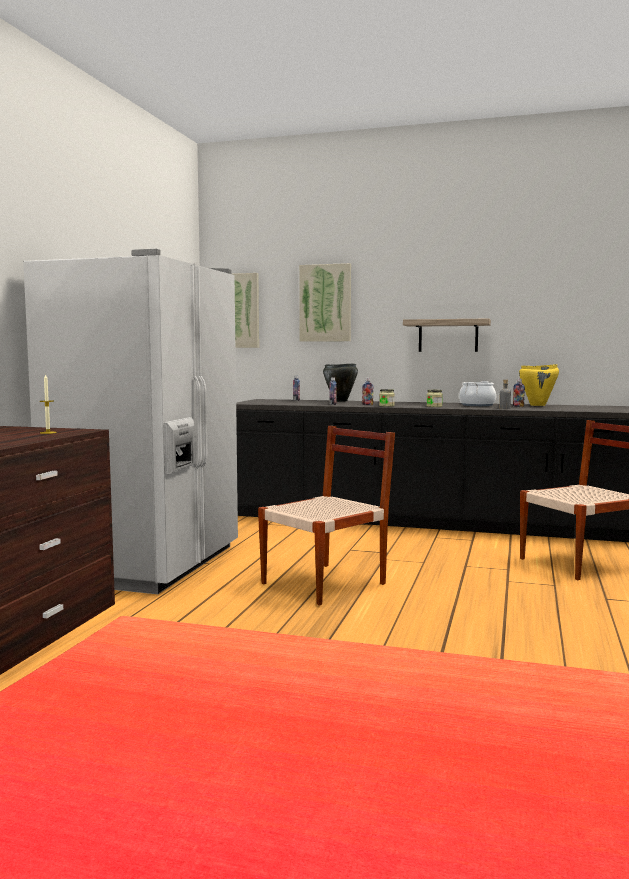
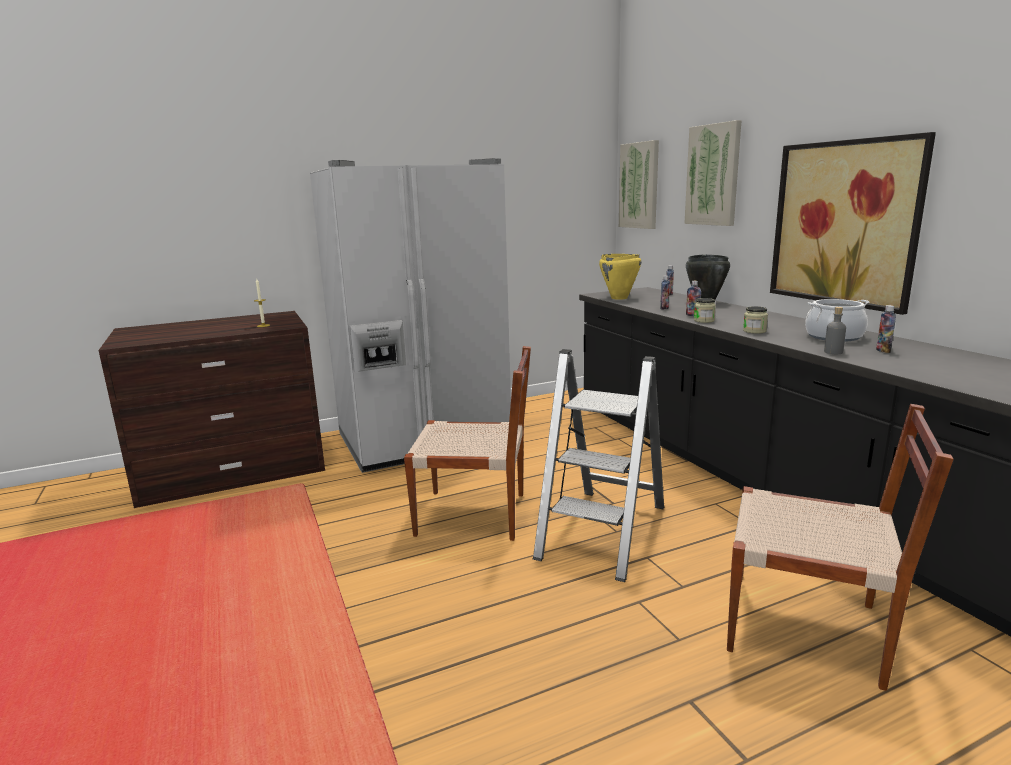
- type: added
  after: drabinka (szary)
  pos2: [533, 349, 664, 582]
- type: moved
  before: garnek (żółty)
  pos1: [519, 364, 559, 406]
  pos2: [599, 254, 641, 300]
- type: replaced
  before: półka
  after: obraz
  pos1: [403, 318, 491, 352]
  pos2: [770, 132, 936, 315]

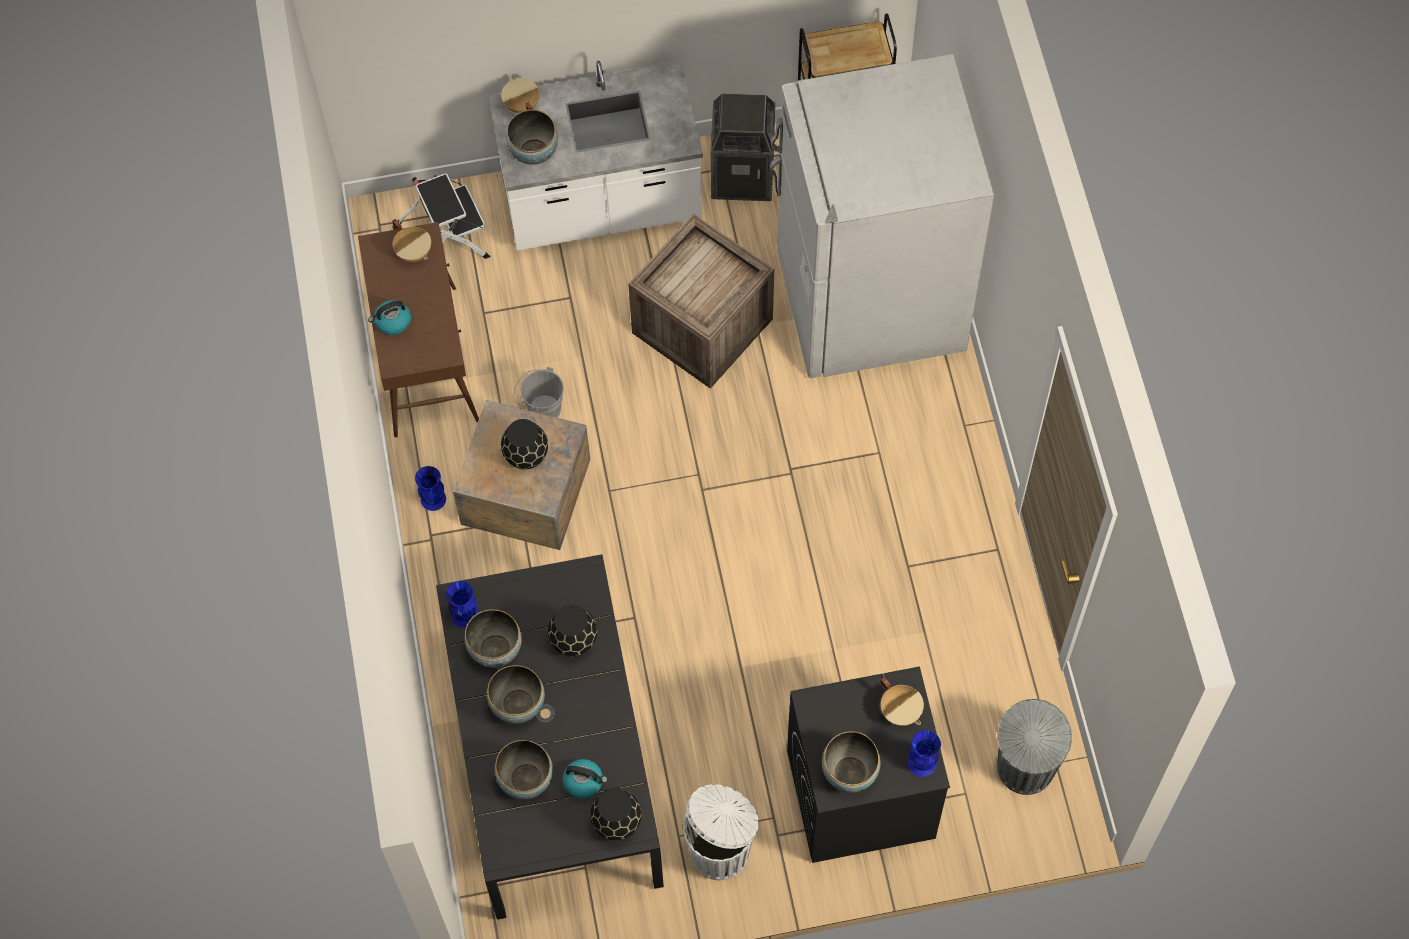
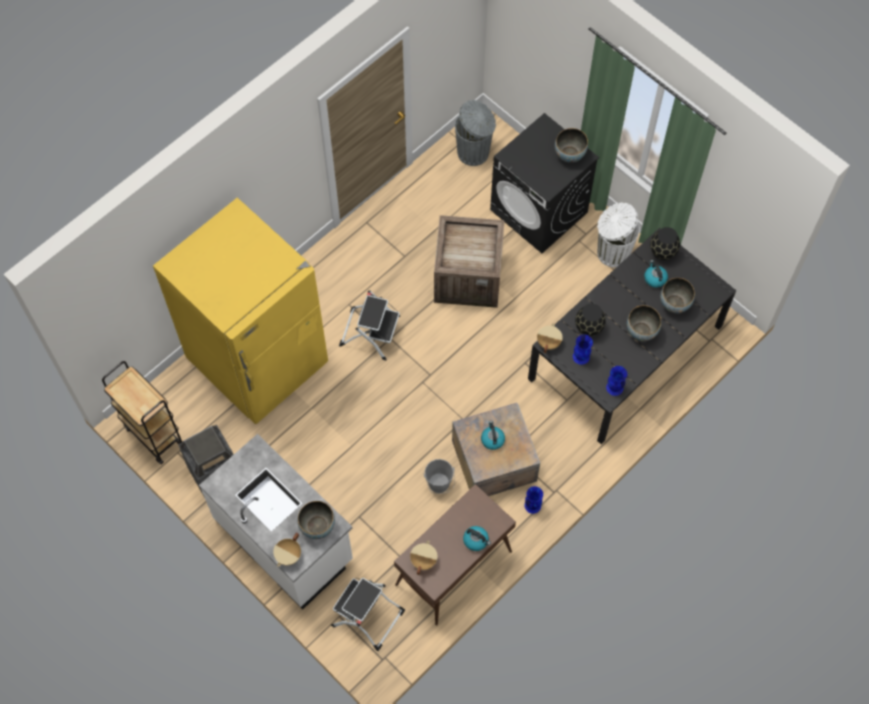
- type: recoloured
  before: lodówka (biały)
  after: lodówka (żółty)
  pos1: [770, 54, 994, 378]
  pos2: [153, 197, 328, 424]
- type: added
  after: drabinka
  pos2: [339, 290, 400, 360]
- type: moved
  before: skrzynka
  pos1: [628, 214, 774, 389]
  pos2: [434, 215, 505, 308]
- type: replaced
  before: wazon (czarny)
  after: czajnik
  pos1: [501, 419, 548, 470]
  pos2: [481, 421, 505, 450]
- type: moved
  before: garnek (beżowy)
  pos1: [880, 677, 924, 726]
  pos2: [537, 323, 563, 353]
- type: moved
  before: wazon (niebieski)
  pos1: [908, 730, 941, 777]
  pos2: [573, 334, 593, 365]
- type: removed
  before: miska
  pos1: [464, 609, 522, 668]

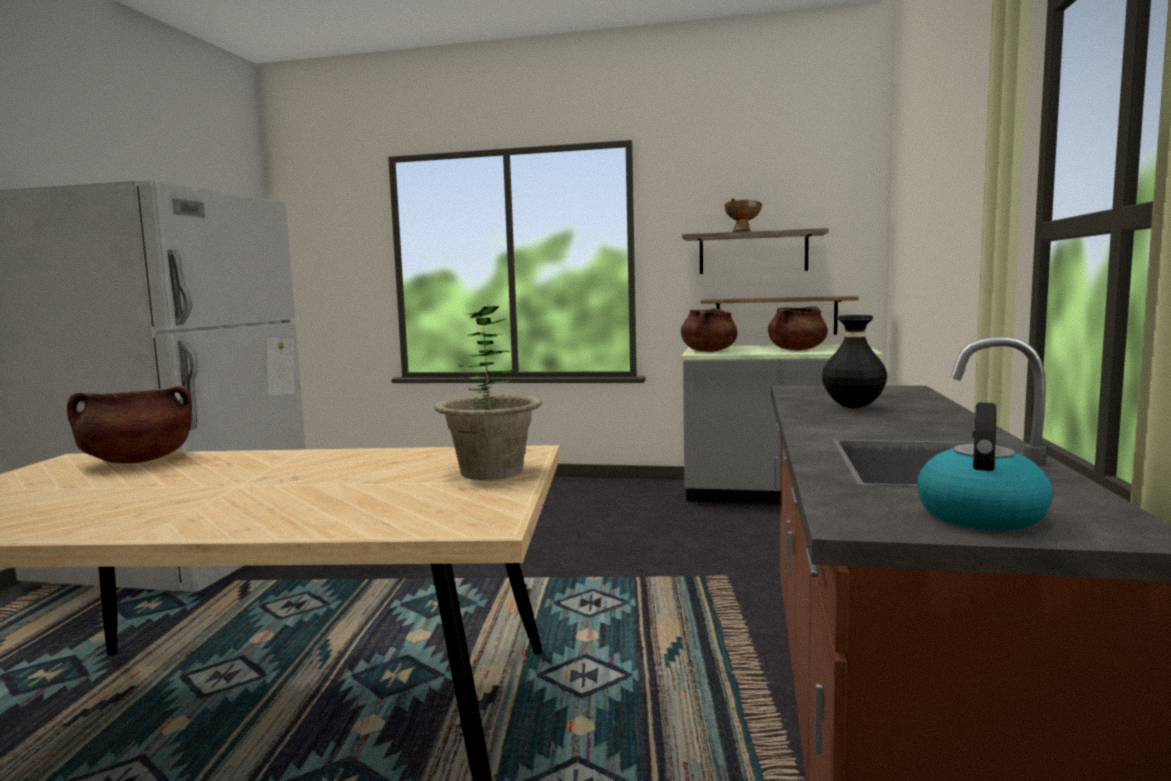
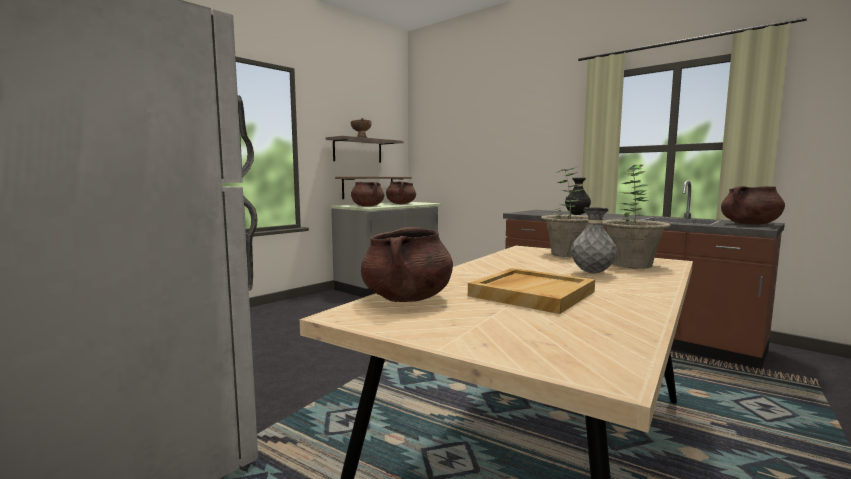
- type: added
  after: taca (beżowy)
  pos2: [468, 268, 595, 314]
- type: added
  after: wazon (szary)
  pos2: [571, 207, 617, 274]
- type: added
  after: roślina doniczkowa
  pos2: [602, 165, 671, 269]
- type: replaced
  before: czajnik
  after: garnek (brązowy)
  pos1: [917, 402, 1053, 530]
  pos2: [721, 186, 785, 225]

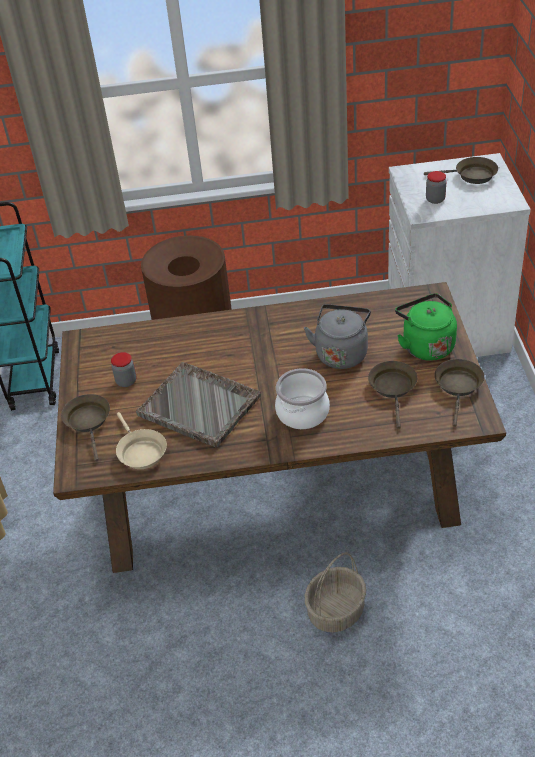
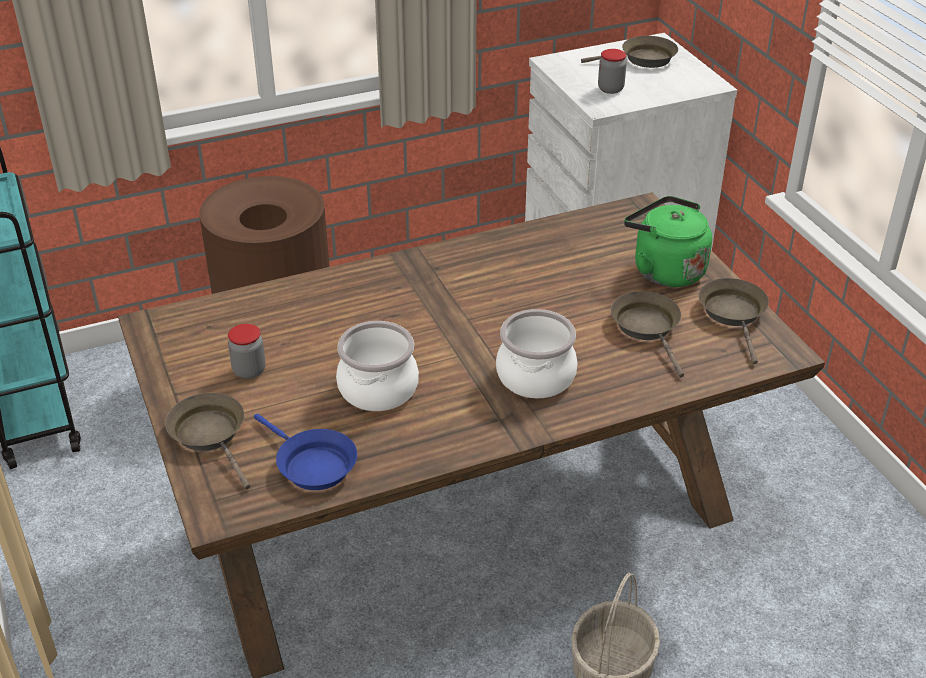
- type: recoloured
  before: patelnia (beżowy)
  after: patelnia (niebieski)
  pos1: [116, 412, 167, 469]
  pos2: [254, 414, 357, 490]
- type: replaced
  before: taca (szary)
  after: garnek
  pos1: [136, 362, 261, 448]
  pos2: [336, 321, 419, 411]
- type: removed
  before: czajnik (szary)
  pos1: [304, 304, 371, 369]

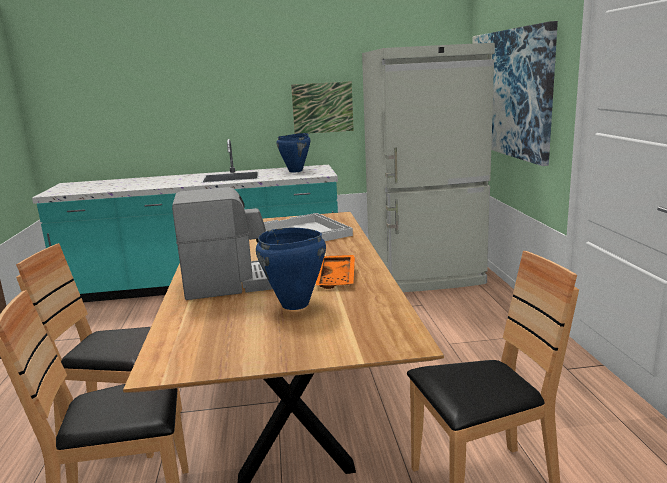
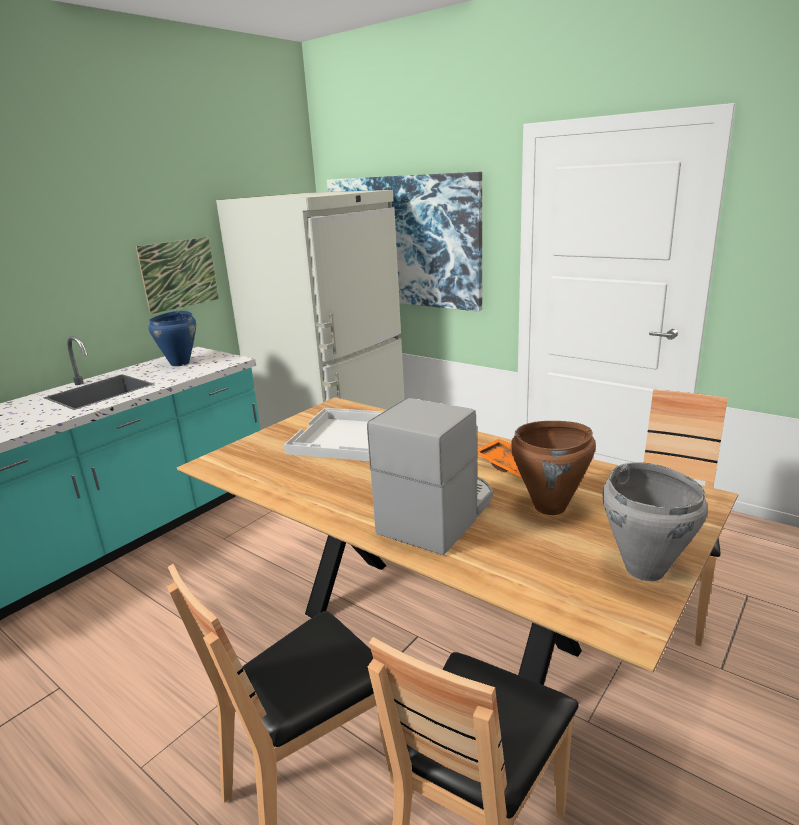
- type: recoloured
  before: garnek (niebieski)
  after: garnek (brązowy)
  pos1: [256, 228, 326, 310]
  pos2: [511, 421, 596, 515]
- type: added
  after: garnek (szary)
  pos2: [602, 462, 708, 581]

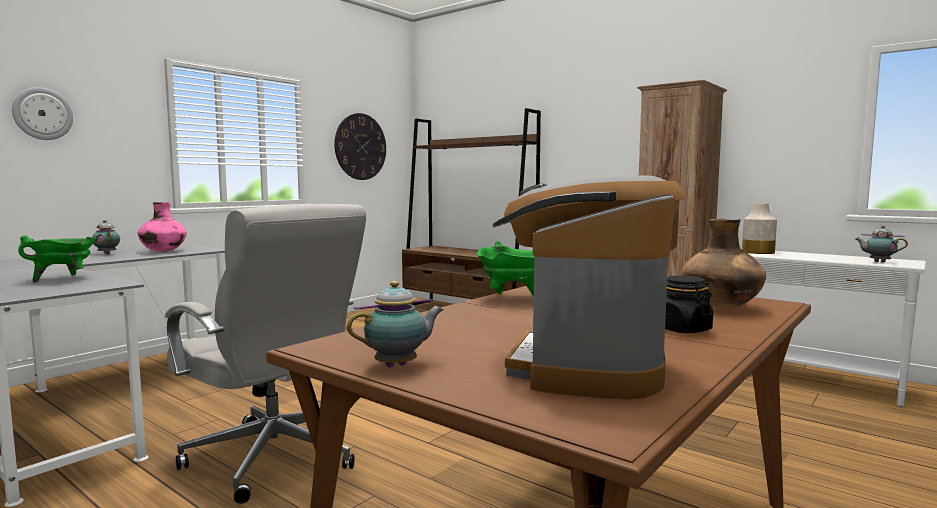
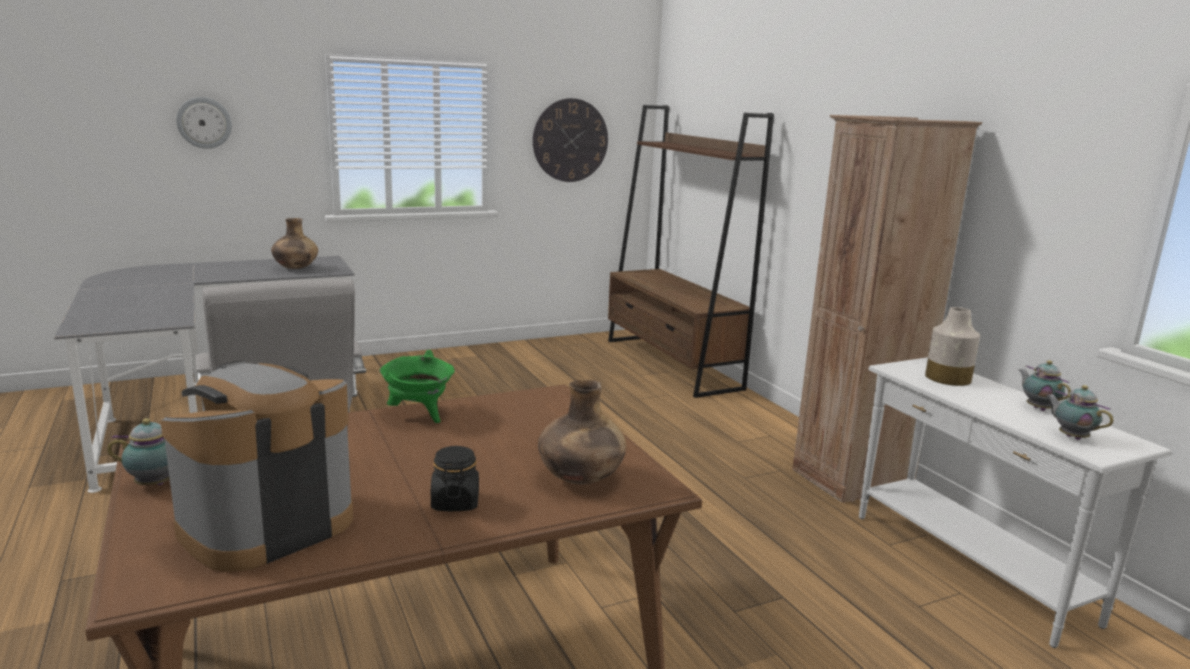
- type: recoloured
  before: wazon (różowy)
  after: wazon (brązowy)
  pos1: [138, 202, 187, 252]
  pos2: [271, 218, 318, 269]
- type: moved
  before: imbryk
  pos1: [92, 220, 120, 254]
  pos2: [1019, 360, 1071, 411]
- type: removed
  before: garnek (zielony)
  pos1: [18, 235, 96, 283]

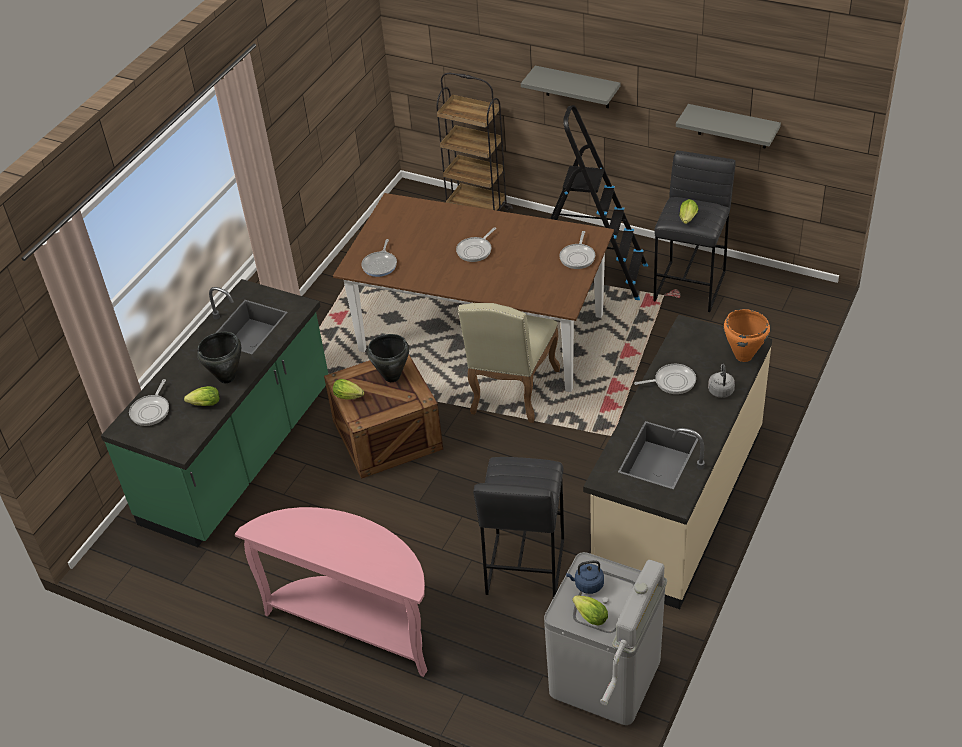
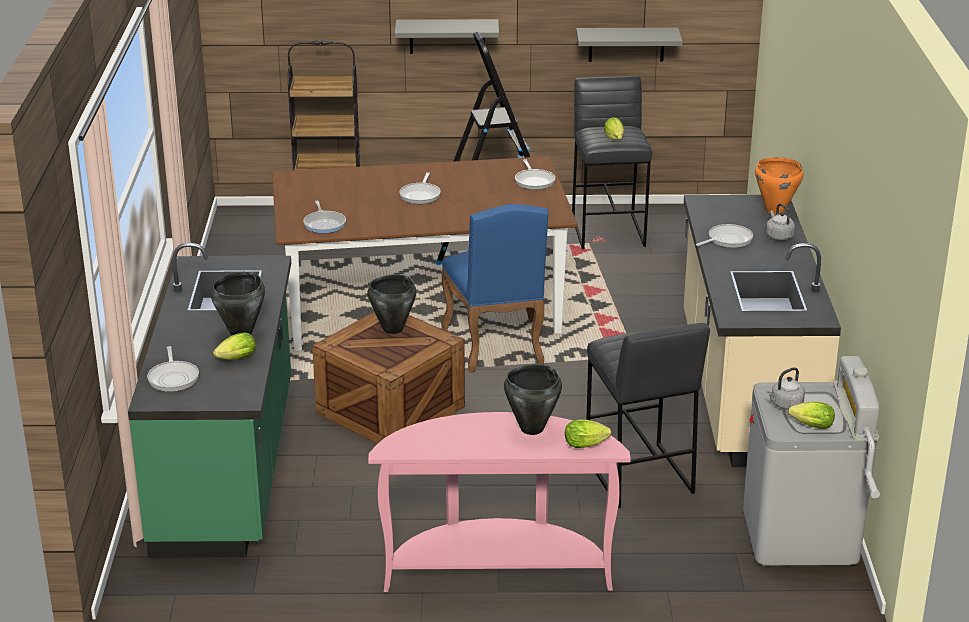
- type: recoloured
  before: krzesło (beżowy)
  after: krzesło (niebieski)
  pos1: [458, 303, 560, 423]
  pos2: [441, 204, 549, 373]
- type: added
  after: garnek (czarny)
  pos2: [504, 364, 562, 435]
- type: moved
  before: sałata
  pos1: [333, 379, 364, 400]
  pos2: [565, 419, 612, 448]
- type: recoloured
  before: czajnik (niebieski)
  after: czajnik (szary)
  pos1: [566, 560, 604, 594]
  pos2: [767, 367, 805, 410]

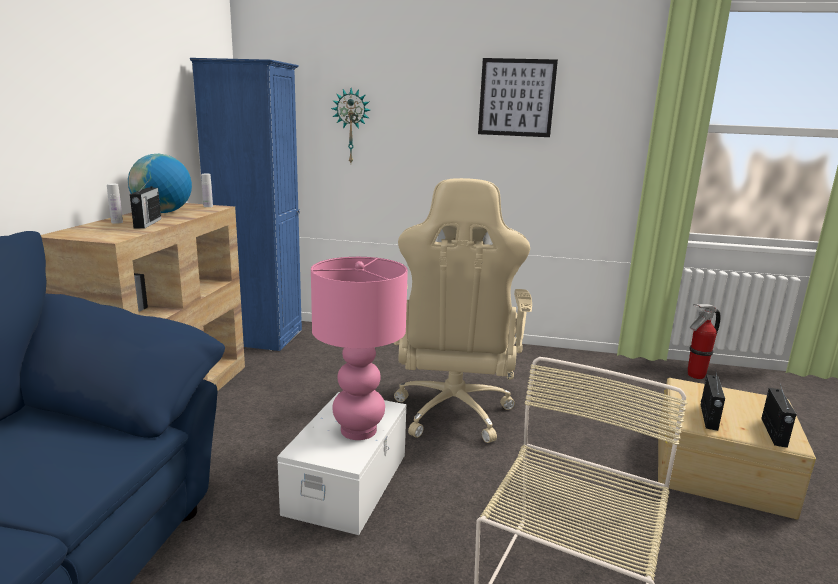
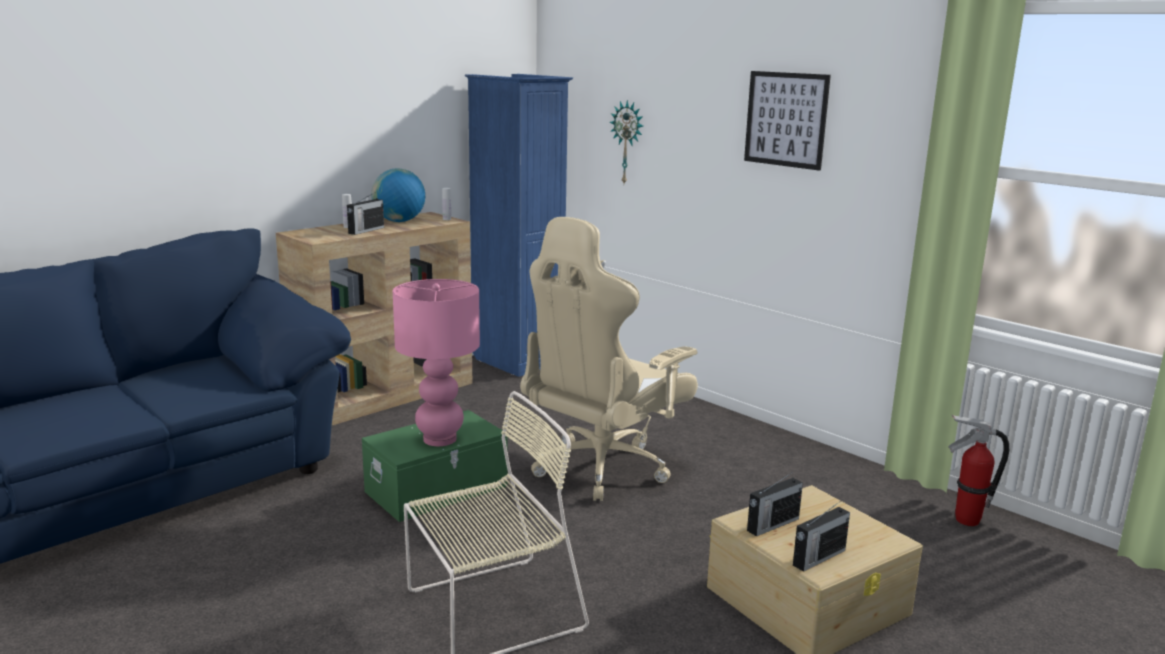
- type: recoloured
  before: pojemnik do przechowywania (biały)
  after: pojemnik do przechowywania (zielony)
  pos1: [277, 392, 406, 535]
  pos2: [362, 410, 508, 522]

